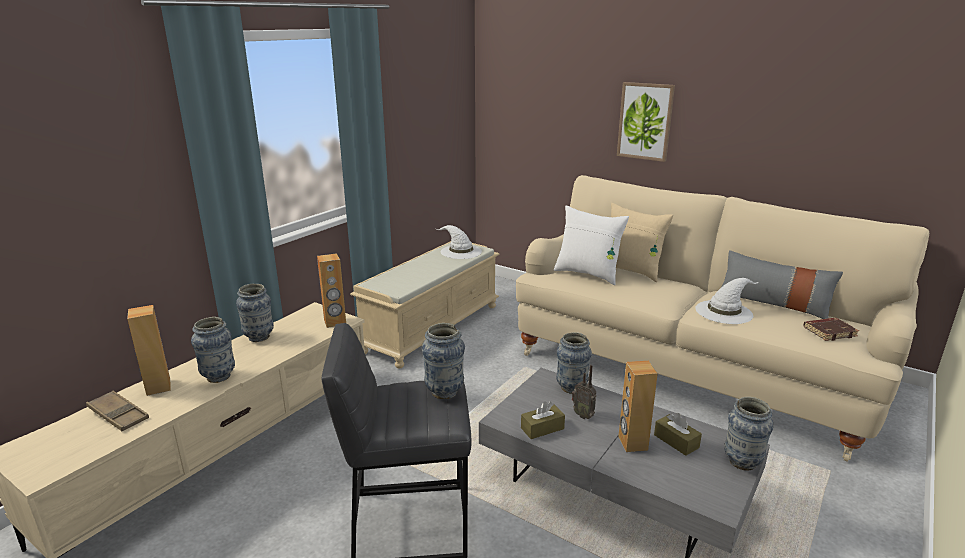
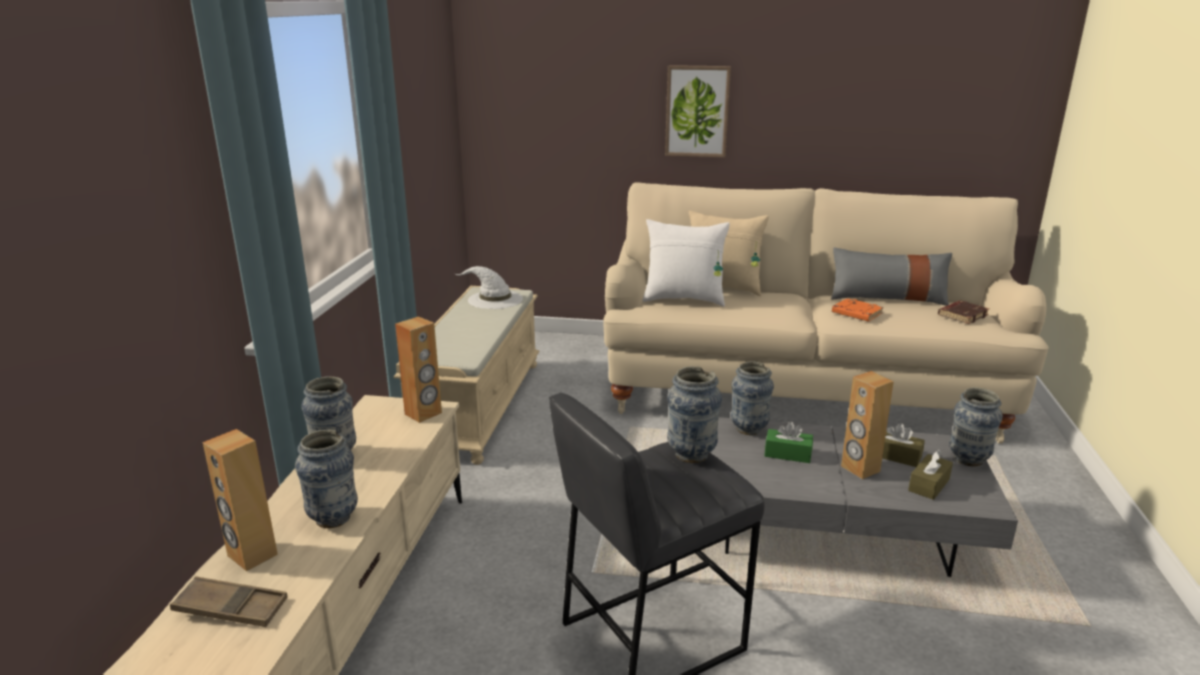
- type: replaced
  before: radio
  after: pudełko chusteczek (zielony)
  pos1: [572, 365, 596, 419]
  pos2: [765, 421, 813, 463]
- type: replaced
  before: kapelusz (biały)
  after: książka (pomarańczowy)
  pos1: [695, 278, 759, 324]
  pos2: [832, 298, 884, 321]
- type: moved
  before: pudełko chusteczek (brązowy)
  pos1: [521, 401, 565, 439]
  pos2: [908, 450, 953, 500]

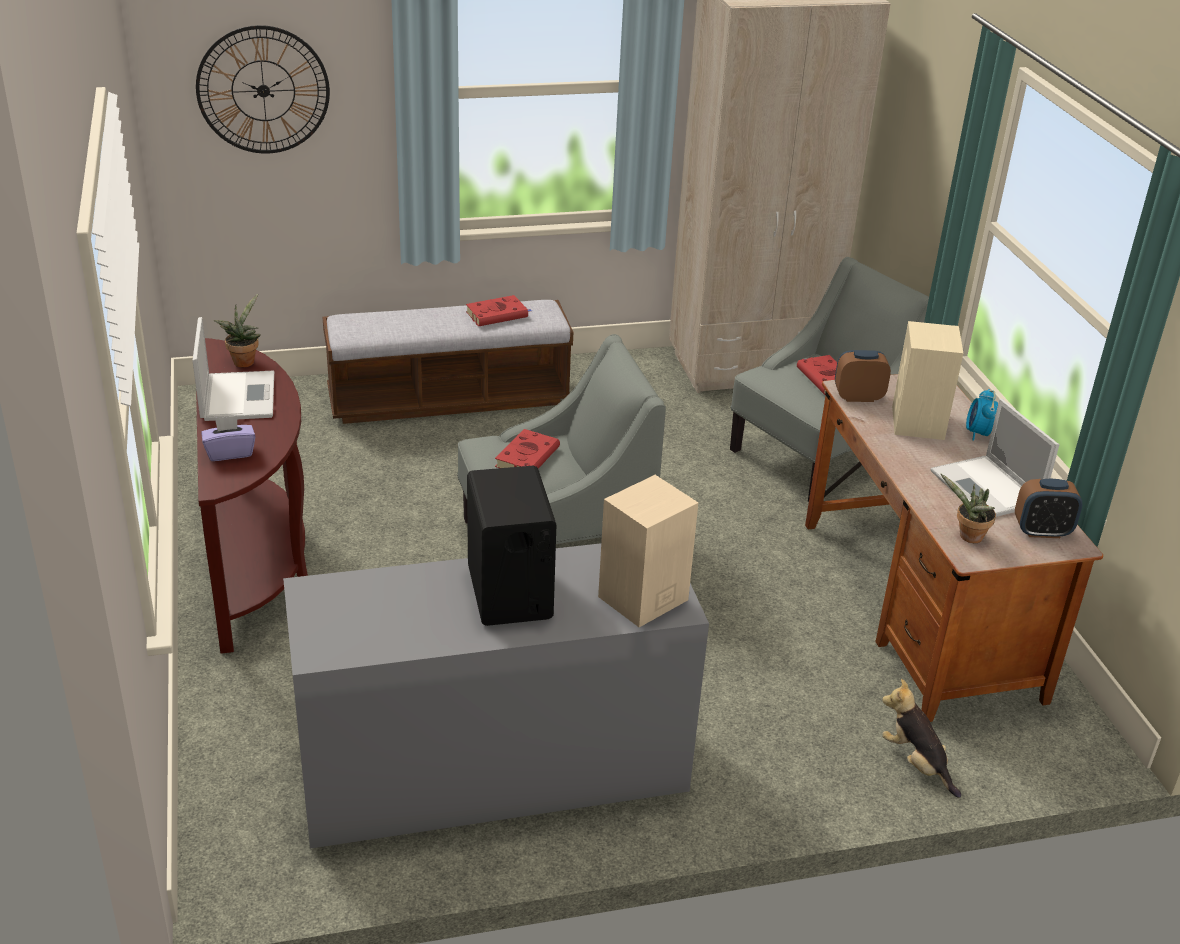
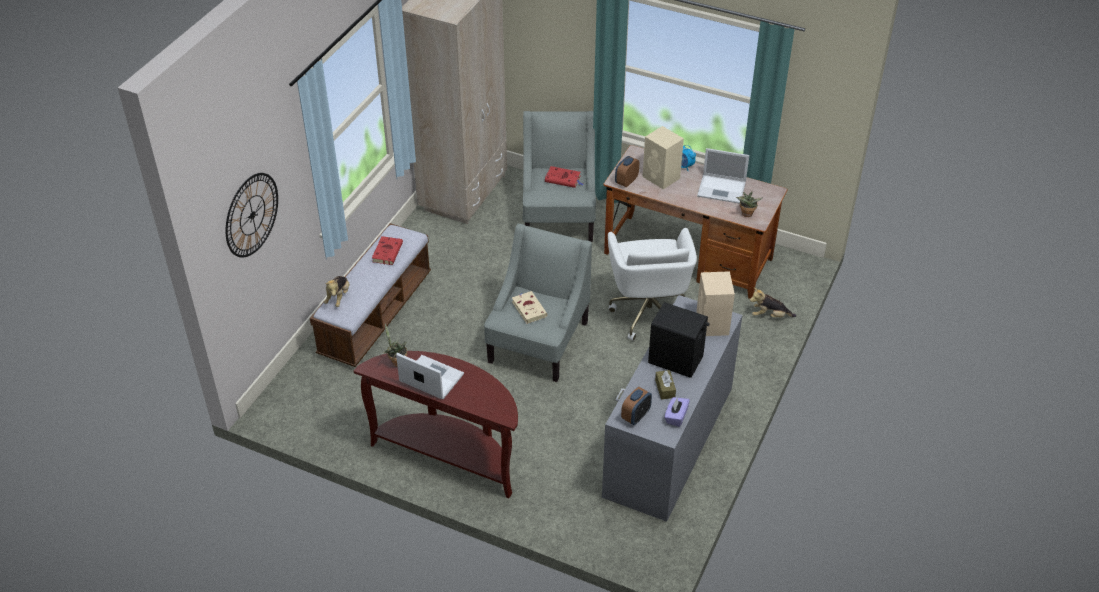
- type: added
  after: pluszak
  pos2: [324, 276, 350, 307]
- type: recoloured
  before: książka (czerwony)
  after: książka (beżowy)
  pos1: [495, 429, 560, 469]
  pos2: [512, 291, 548, 324]
- type: added
  after: krzesło biurowe (biały)
  pos2: [608, 228, 697, 341]
- type: moved
  before: budzik
  pos1: [1015, 479, 1083, 538]
  pos2: [621, 387, 652, 425]
- type: added
  after: pudełko chusteczek (brązowy)
  pos2: [655, 370, 676, 400]
- type: moved
  before: pudełko chusteczek (fioletowy)
  pos1: [201, 416, 255, 461]
  pos2: [664, 397, 690, 427]

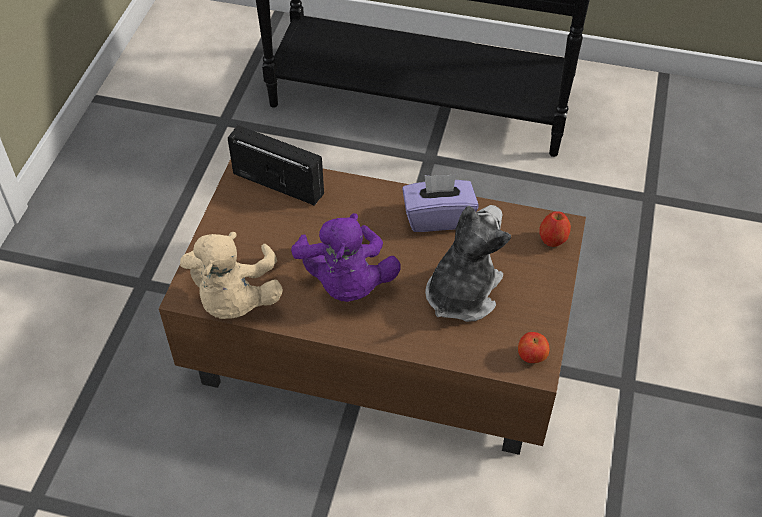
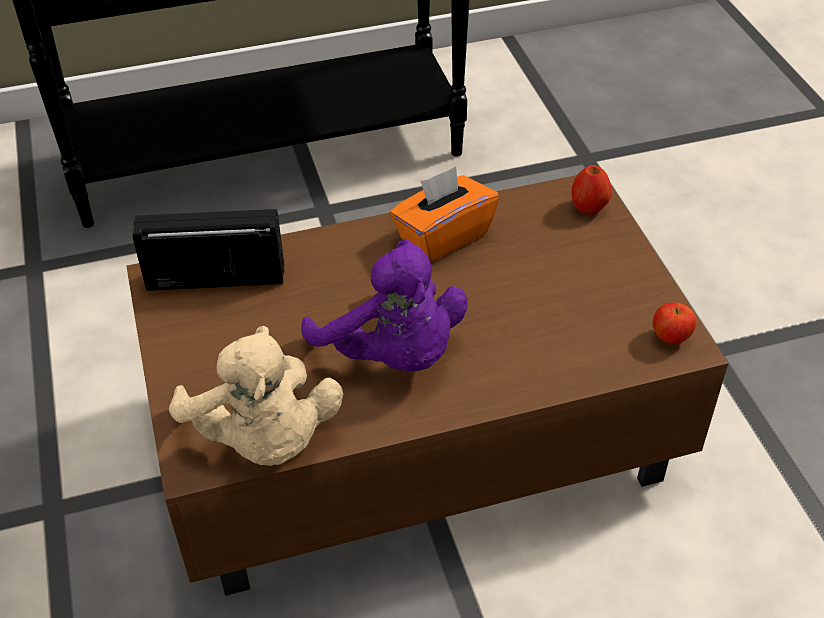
- type: recoloured
  before: pudełko chusteczek (fioletowy)
  after: pudełko chusteczek (pomarańczowy)
  pos1: [402, 174, 479, 232]
  pos2: [390, 166, 499, 262]
- type: removed
  before: pluszak
  pos1: [425, 205, 511, 322]

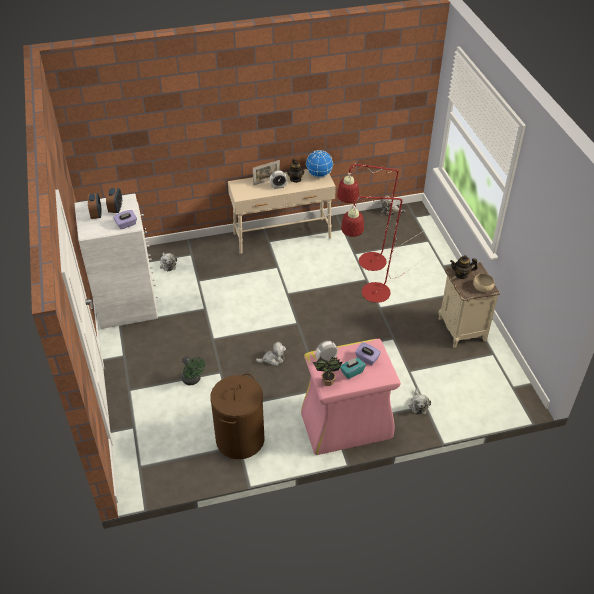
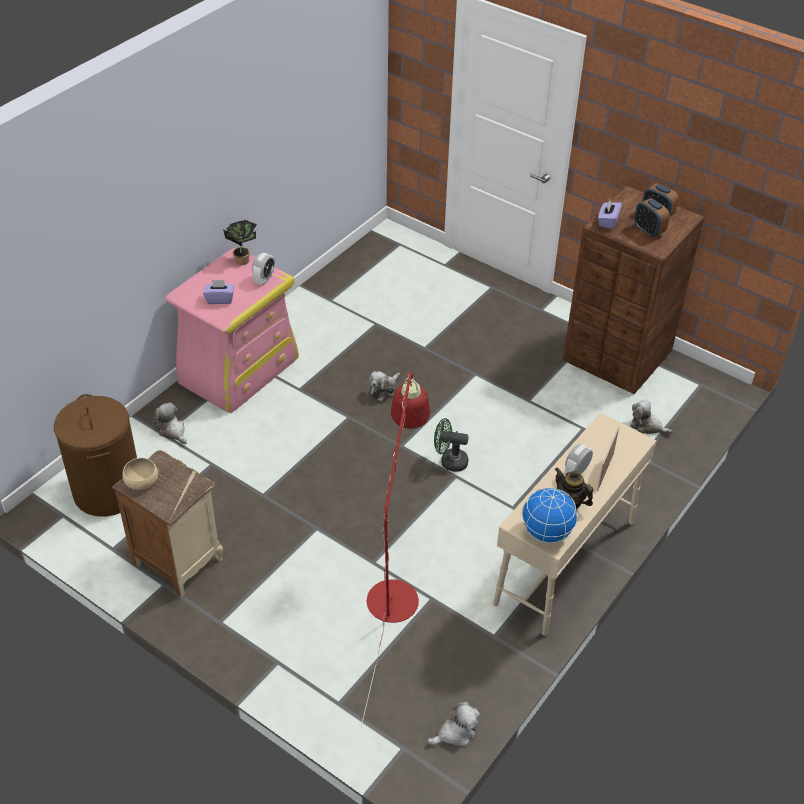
- type: moved
  before: kosz na pranie (brązowy)
  pos1: [210, 373, 264, 459]
  pos2: [54, 394, 137, 517]
- type: moved
  before: wentylator (zielony)
  pos1: [181, 356, 205, 385]
  pos2: [434, 418, 469, 472]
- type: recoloured
  before: komoda (biały)
  after: komoda (brązowy)
  pos1: [75, 194, 158, 329]
  pos2: [563, 186, 704, 394]
- type: removed
  before: pudełko chusteczek (turkusowy)
  pos1: [340, 358, 366, 379]
- type: removed
  before: lampa stojąca (czerwony)
  pos1: [341, 195, 428, 303]
- type: removed
  before: imbryk
  pos1: [450, 255, 478, 279]

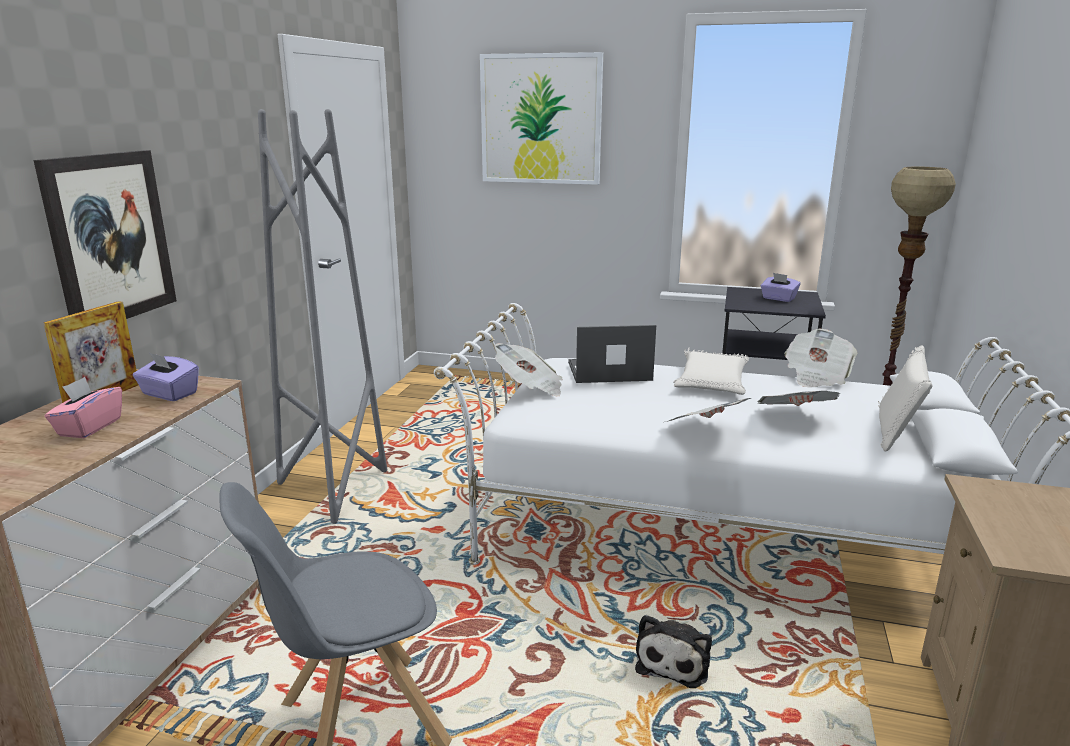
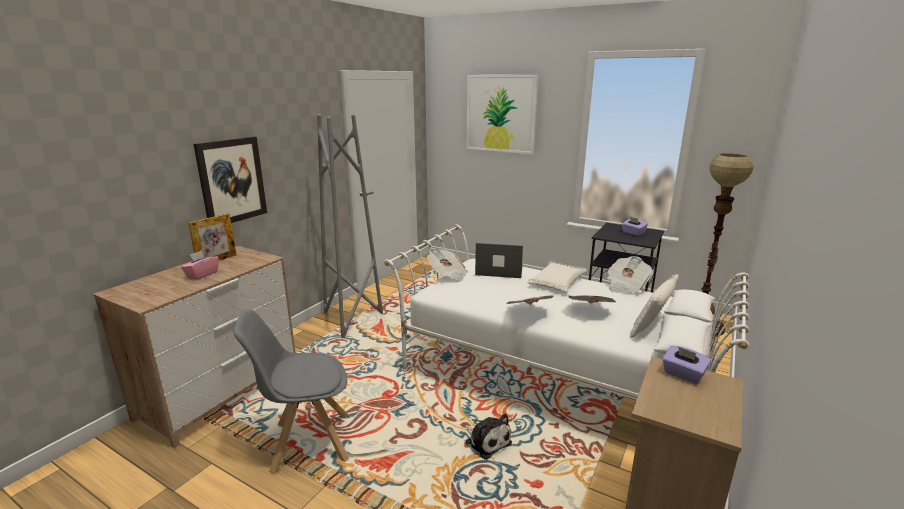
- type: turned
  before: pluszak
  pos1: [635, 615, 712, 688]
  pos2: [466, 414, 512, 460]
  turn: -75
- type: moved
  before: pudełko chusteczek (fioletowy)
  pos1: [133, 352, 199, 401]
  pos2: [662, 346, 711, 384]

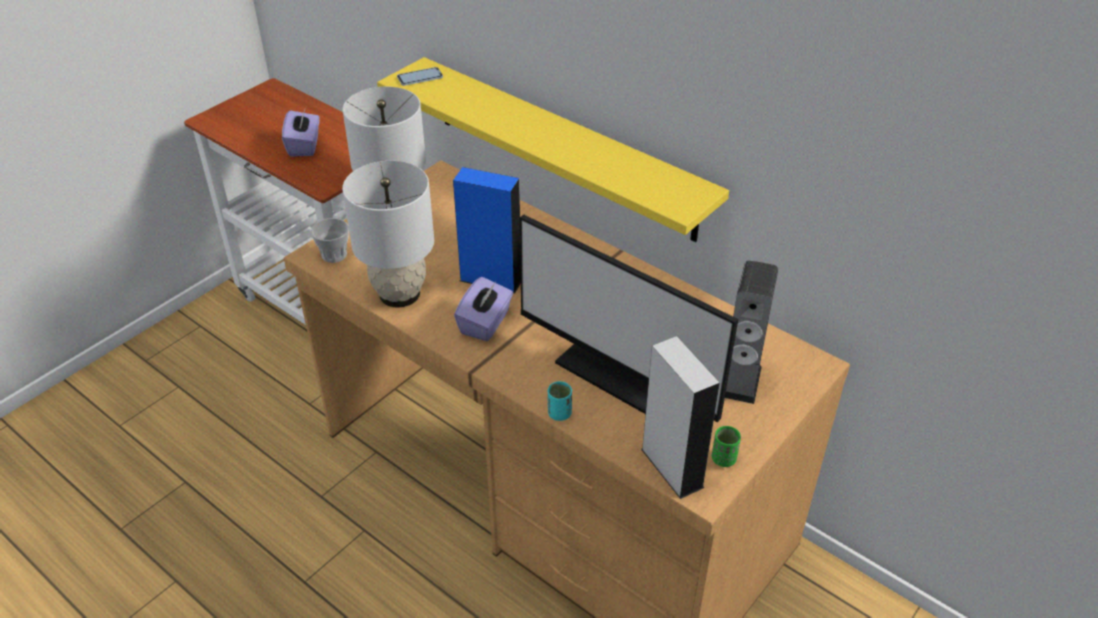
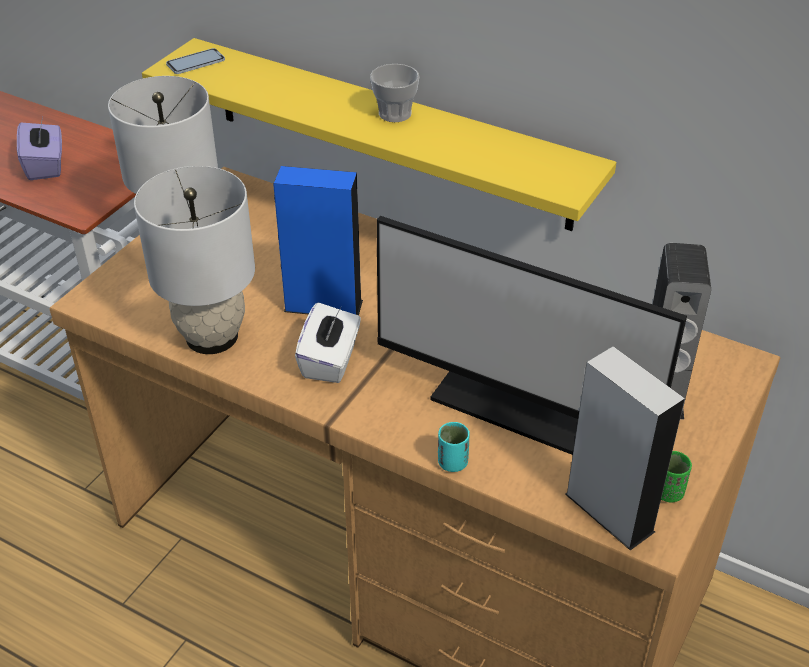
- type: recoloured
  before: pudełko chusteczek (fioletowy)
  after: pudełko chusteczek (biały)
  pos1: [454, 277, 513, 341]
  pos2: [295, 302, 361, 383]
- type: moved
  before: filiżanka
  pos1: [311, 218, 349, 263]
  pos2: [370, 64, 420, 122]

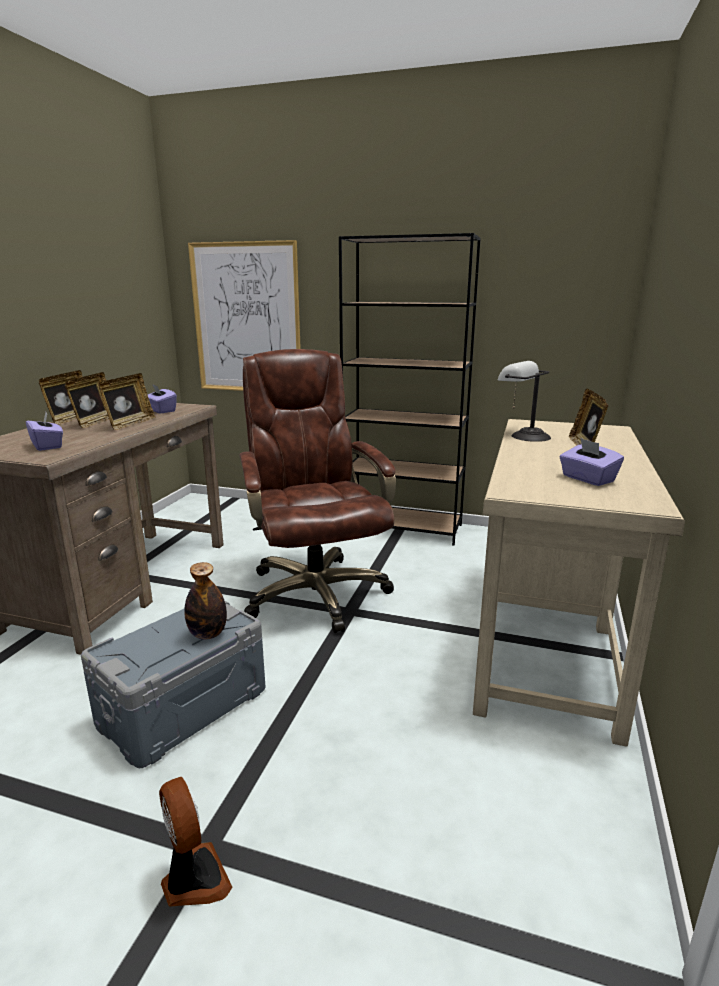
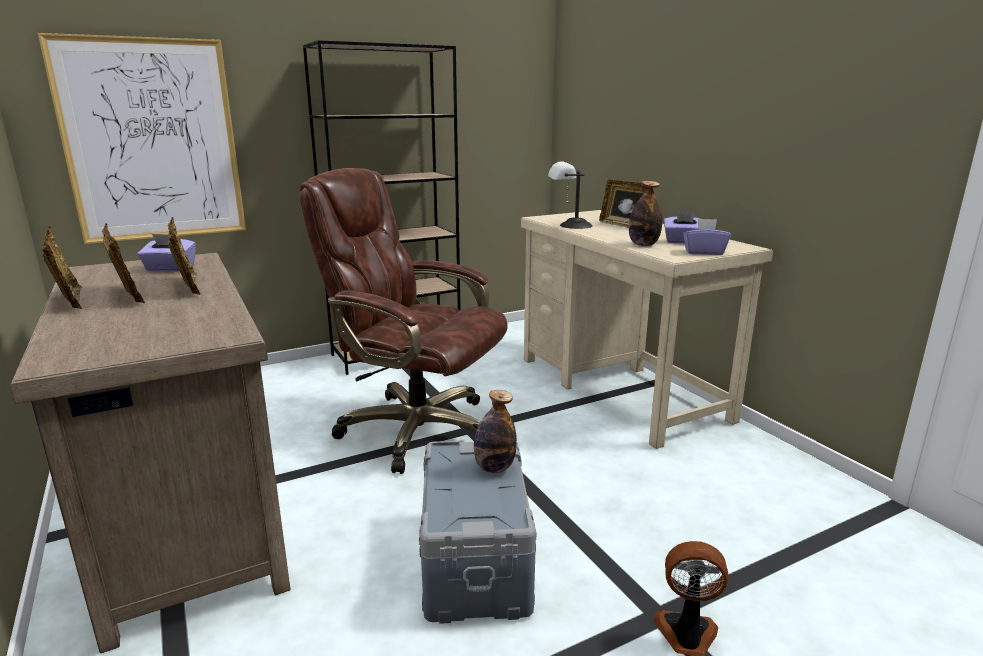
- type: added
  after: butelka
  pos2: [629, 181, 662, 246]
- type: moved
  before: pudełko chusteczek (fioletowy)
  pos1: [26, 412, 63, 451]
  pos2: [683, 219, 731, 255]

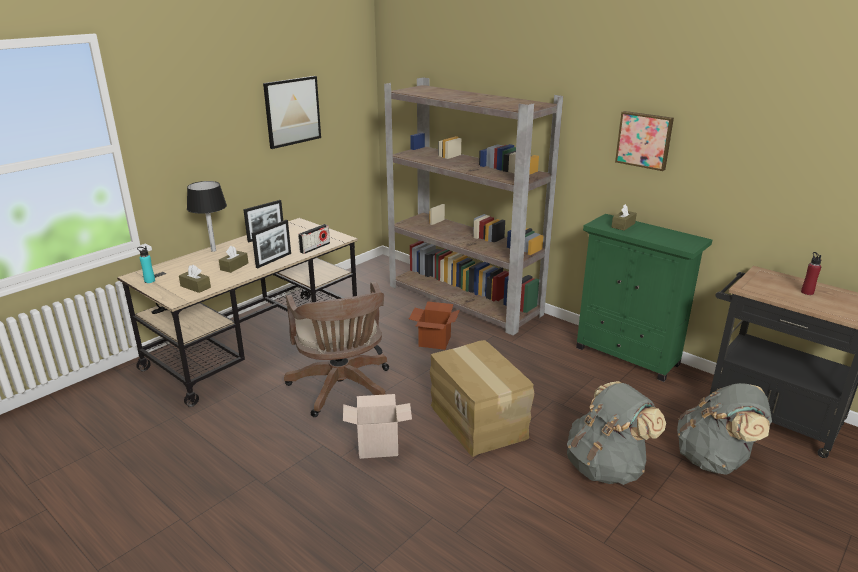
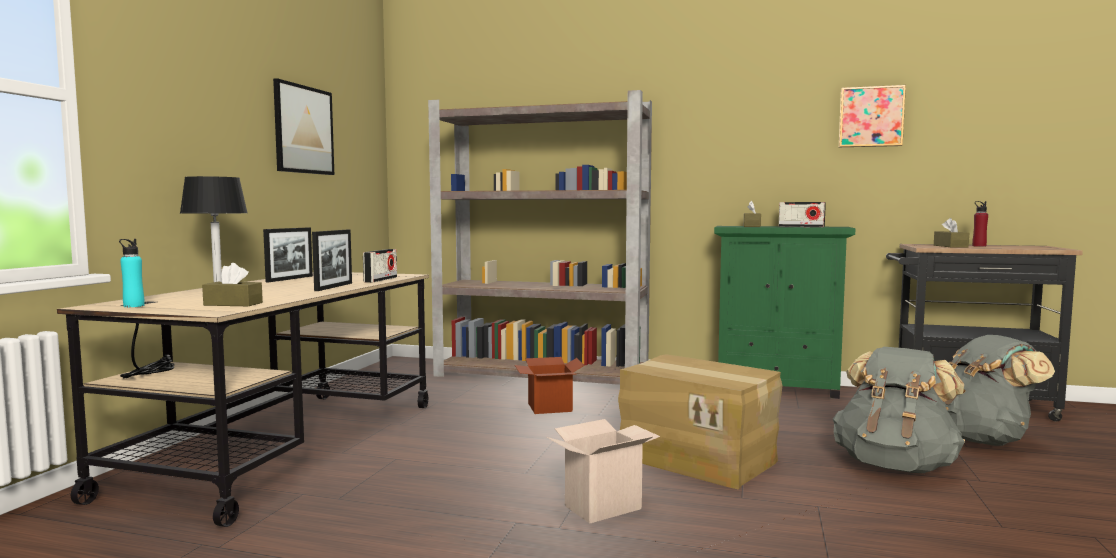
- type: added
  after: radio
  pos2: [779, 202, 826, 227]
- type: moved
  before: obraz
  pos1: [615, 111, 674, 171]
  pos2: [839, 85, 906, 147]
- type: moved
  before: pudełko chusteczek (brązowy)
  pos1: [219, 246, 248, 273]
  pos2: [934, 218, 969, 247]
- type: removed
  before: krzesło biurowe (brązowy)
  pos1: [284, 282, 389, 417]

